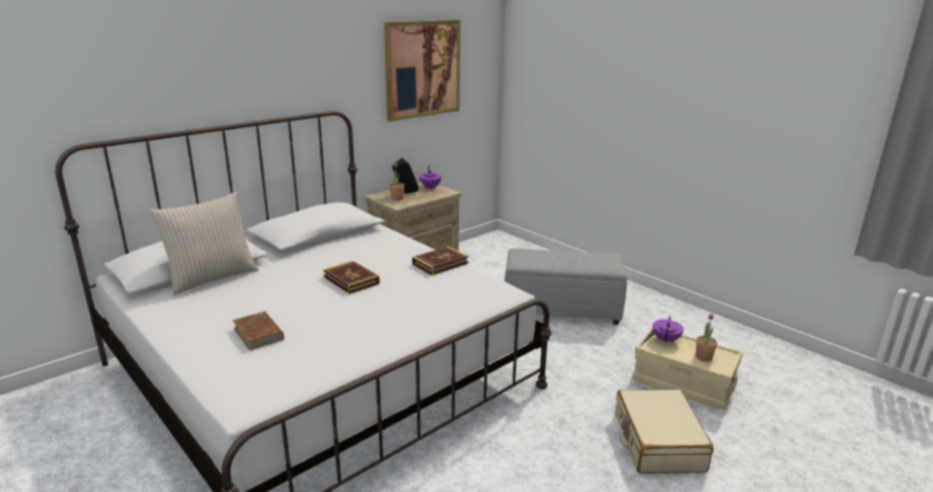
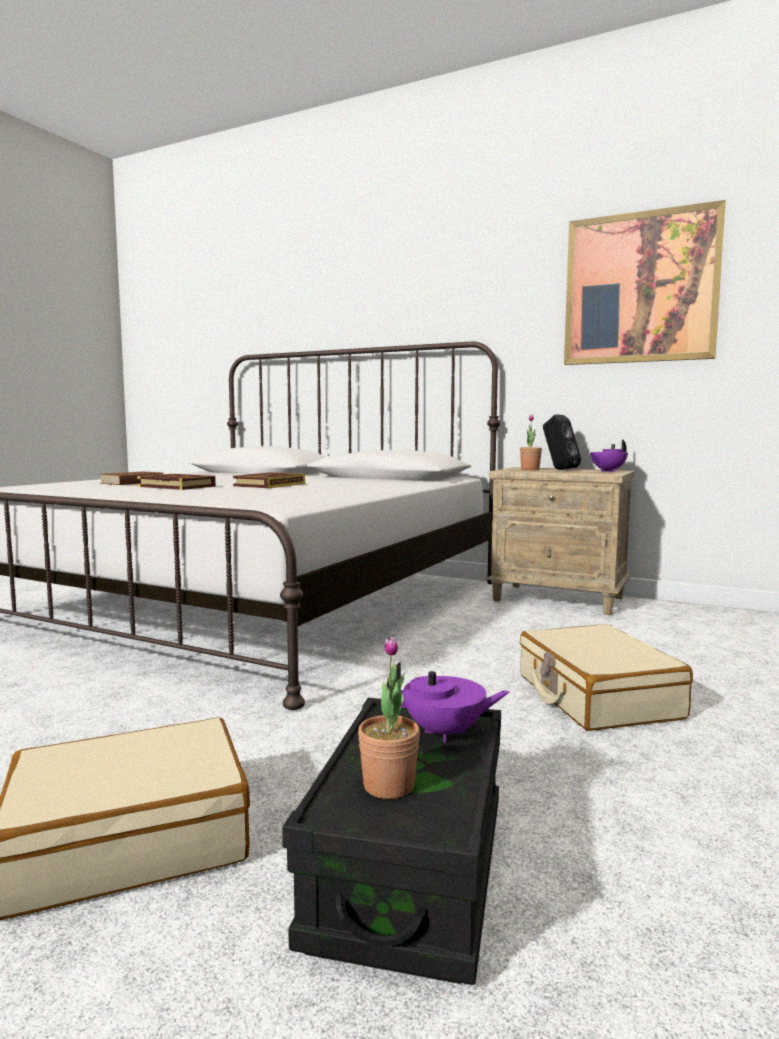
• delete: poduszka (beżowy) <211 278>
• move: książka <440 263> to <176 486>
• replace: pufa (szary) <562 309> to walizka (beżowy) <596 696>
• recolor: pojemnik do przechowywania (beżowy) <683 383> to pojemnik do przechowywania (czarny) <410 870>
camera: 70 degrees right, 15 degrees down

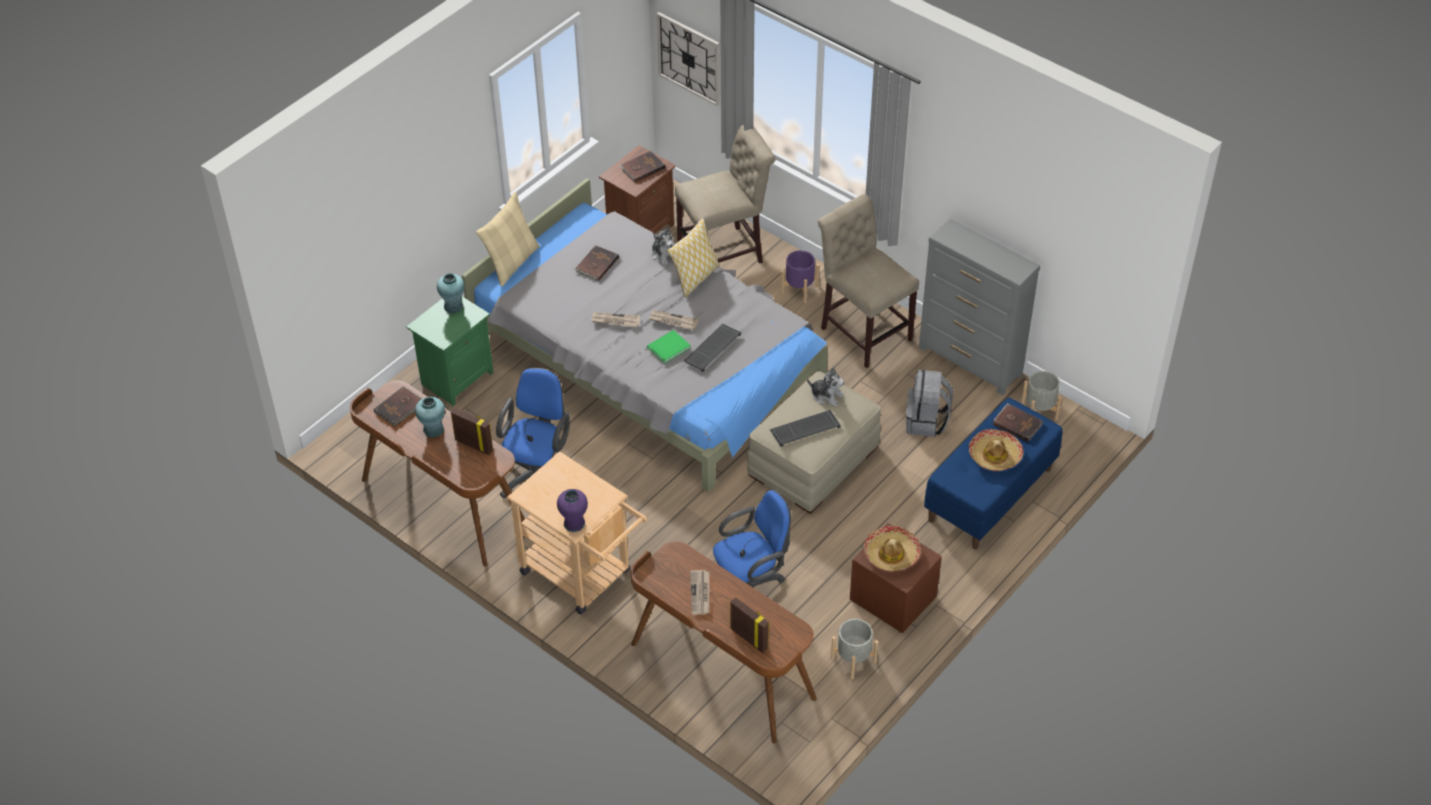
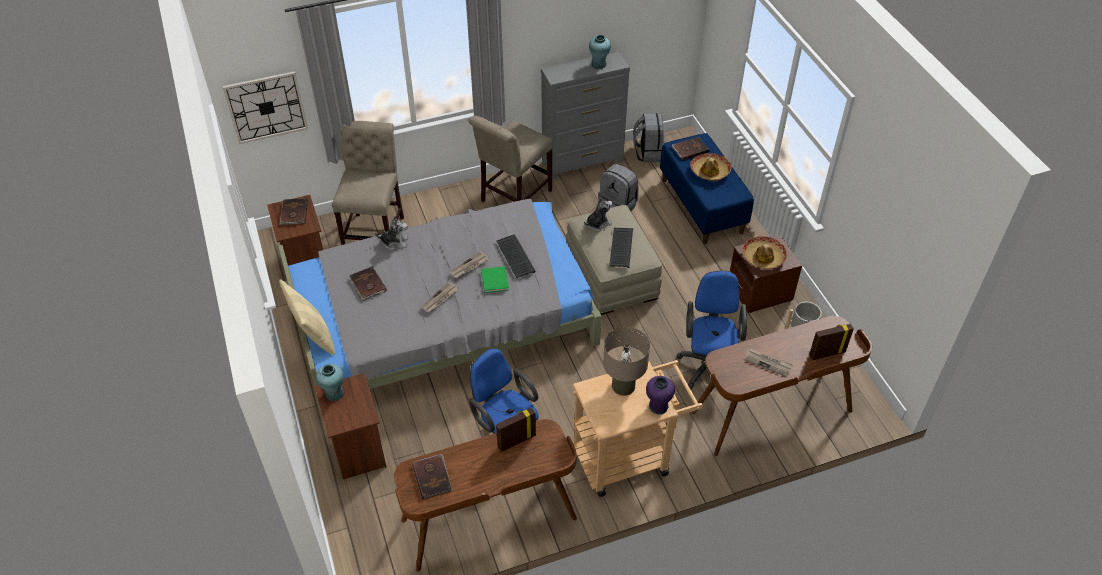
• rotate: krzesło (beżowy) <863 330> = <513 198> 45 degrees counterclockwise
• delete: poduszka <695 278>
• delete: donica (fioletowy) <799 289>
• recolor: szafka nocna (zielony) <456 378> to szafka nocna (brązowy) <357 451>
• replace: donica (szary) <1039 411> to plecak (szary) <648 153>
• move: wazon (turkusowy) <433 430> to <599 64>
• insert: lampa stołowa (beżowy) <623 386>
camera: 60 degrees left, 0 degrees up

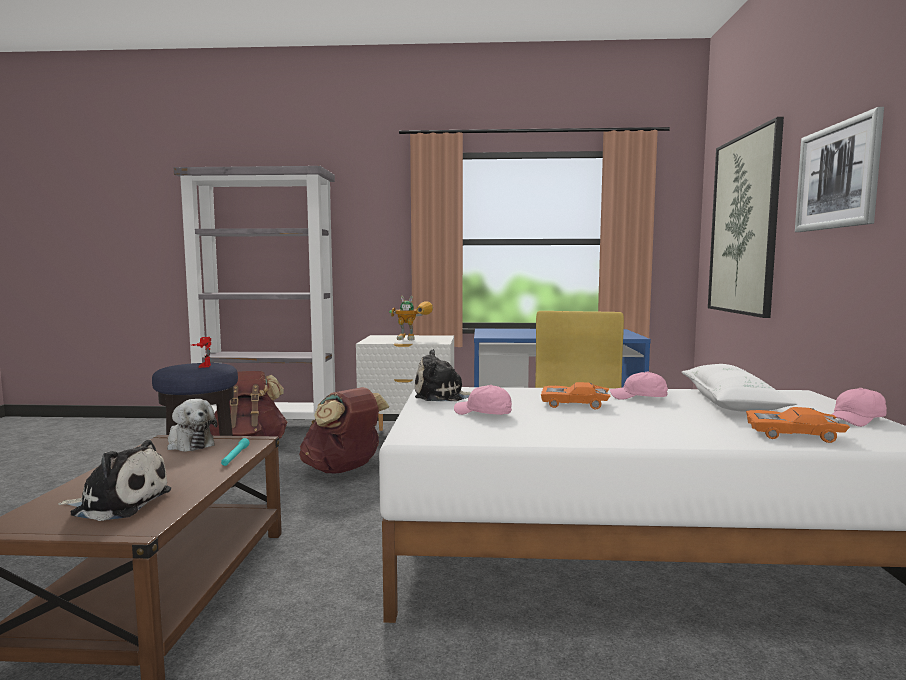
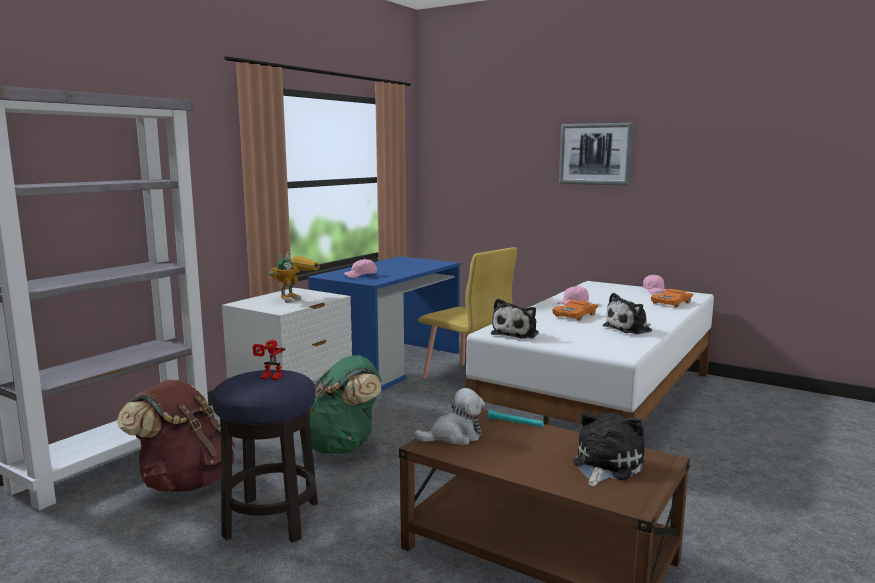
• delete: obraz <743 225>
• delete: poduszka (biały) <731 402>
• move: czapka z daszkiem (różowy) <483 414> to <361 276>
• recolor: plecak (brązowy) <343 469> to plecak (zielony) <341 446>
• insert: pluszak <630 329>
camera: 60 degrees left, 5 degrees up

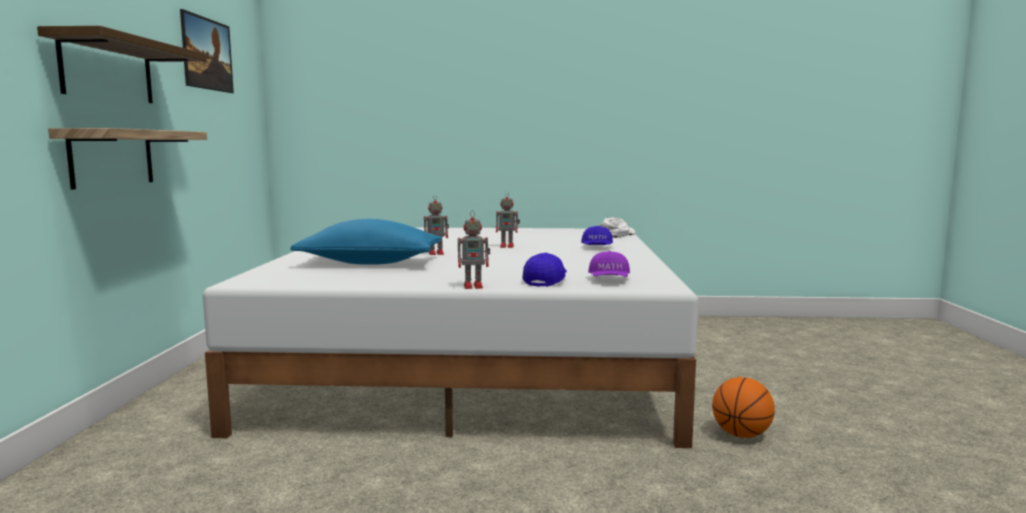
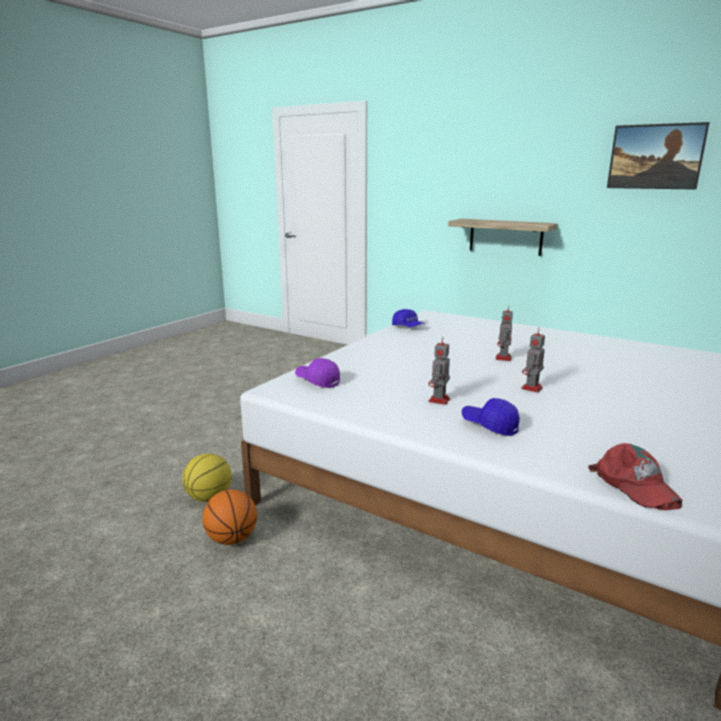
• delete: półka <107 70>
• move: robot zabawkowy <474 286> to <438 400>
• recolor: czapka z daszkiem (biały) <616 234> to czapka z daszkiem (czerwony) <635 485>
• delete: poduszka (niebieski) <370 263>
• move: czapka z daszkiem (niebieski) <545 281> to <408 327>
• insert: piłka do koszykówki <209 497>
camera: 120 degrees right, 10 degrees up

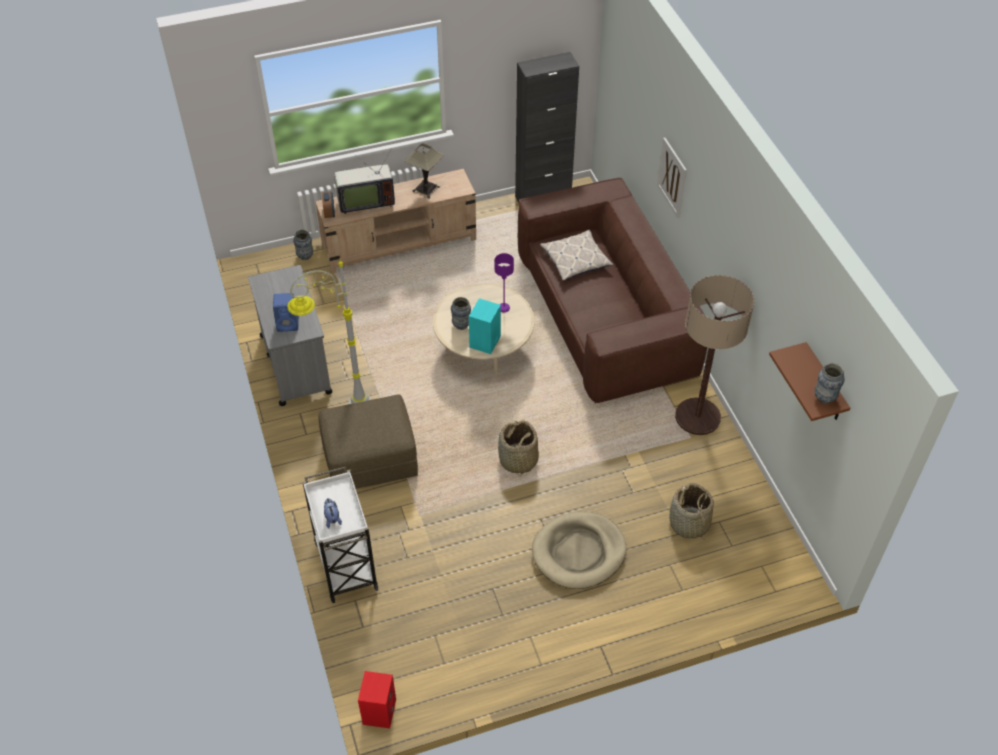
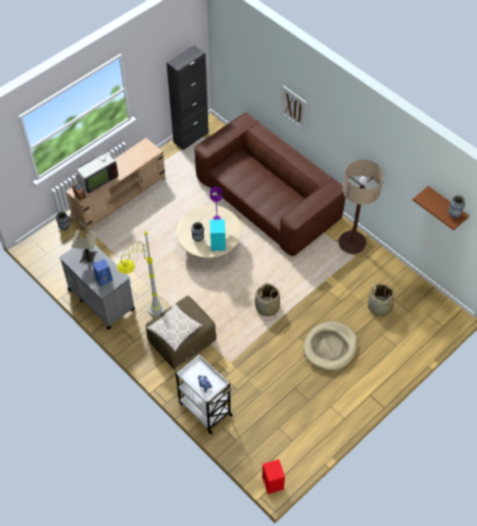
• move: lampa stołowa <426 189> to <88 257>
• move: poduszka <576 259> to <175 329>
camera: 25 degrees left, 5 degrees up

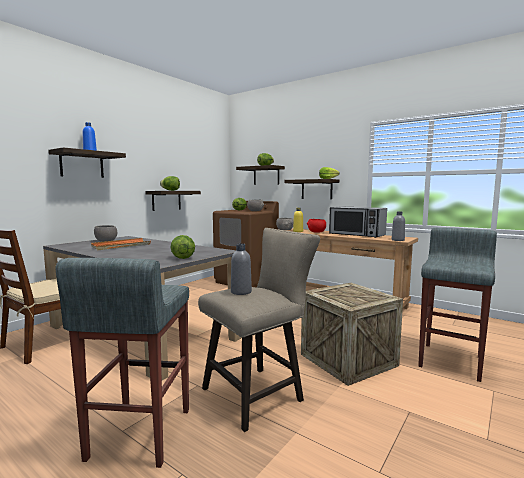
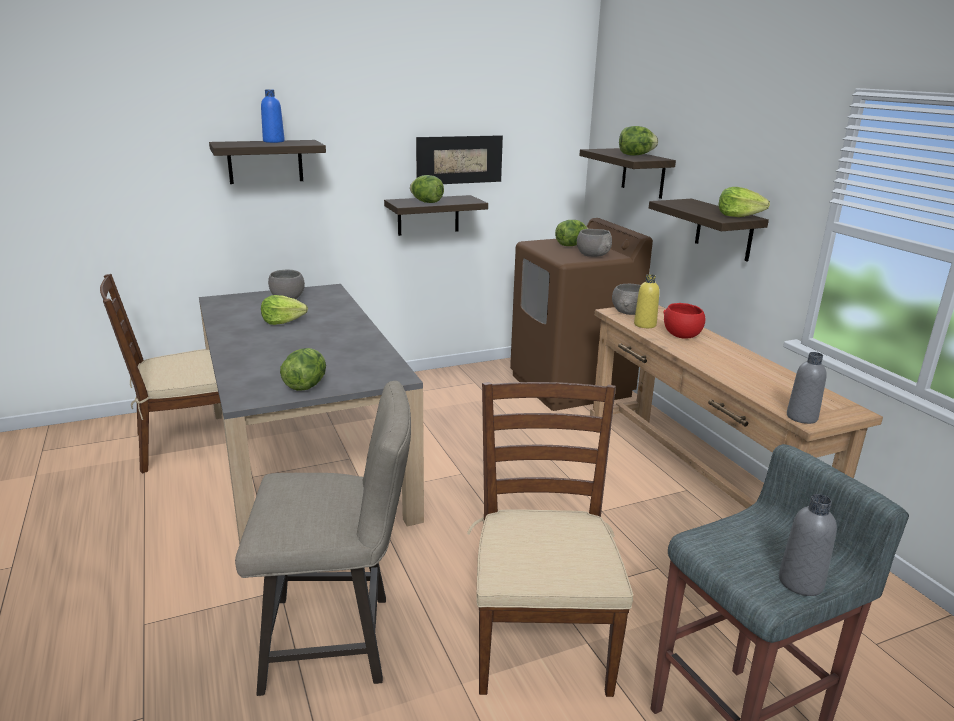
• delete: mikrofalówka <356 234>
• replace: taca (pomarańczowy) <120 246> to sałata <282 321>
• move: butelka (szary) <241 292> to <800 582>
• delete: stołek (szary) <138 434>
• replace: skrzynka <348 360> to krzesło (brązowy) <540 638>
• insert: obraz <459 160>
camera: 30 degrees right, 15 degrees up

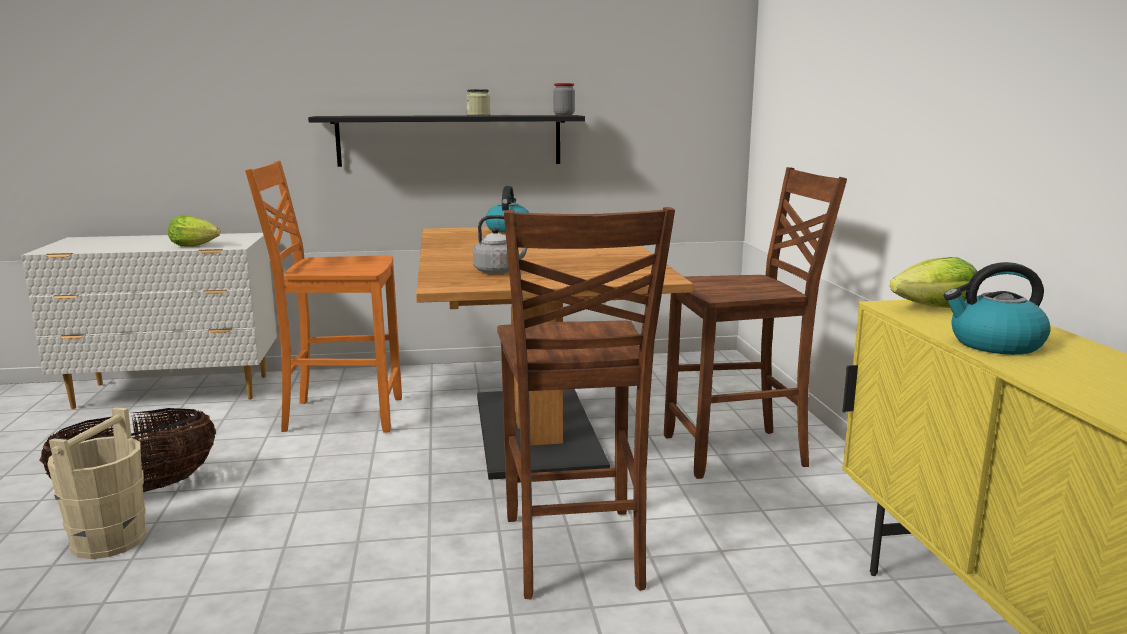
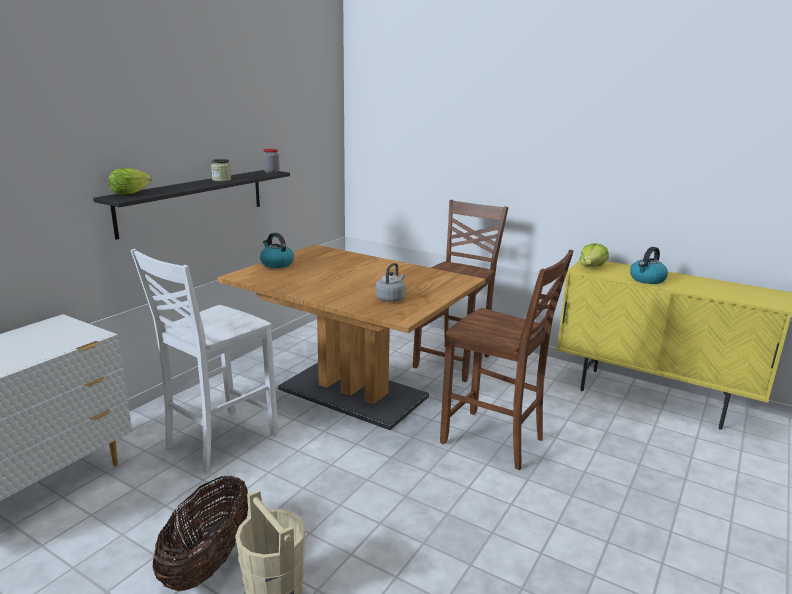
• recolor: krzesło (pomarańczowy) <341 415> to krzesło (biały) <218 440>
• move: sałata <197 246> to <132 193>
camera: 50 degrees left, 5 degrees up

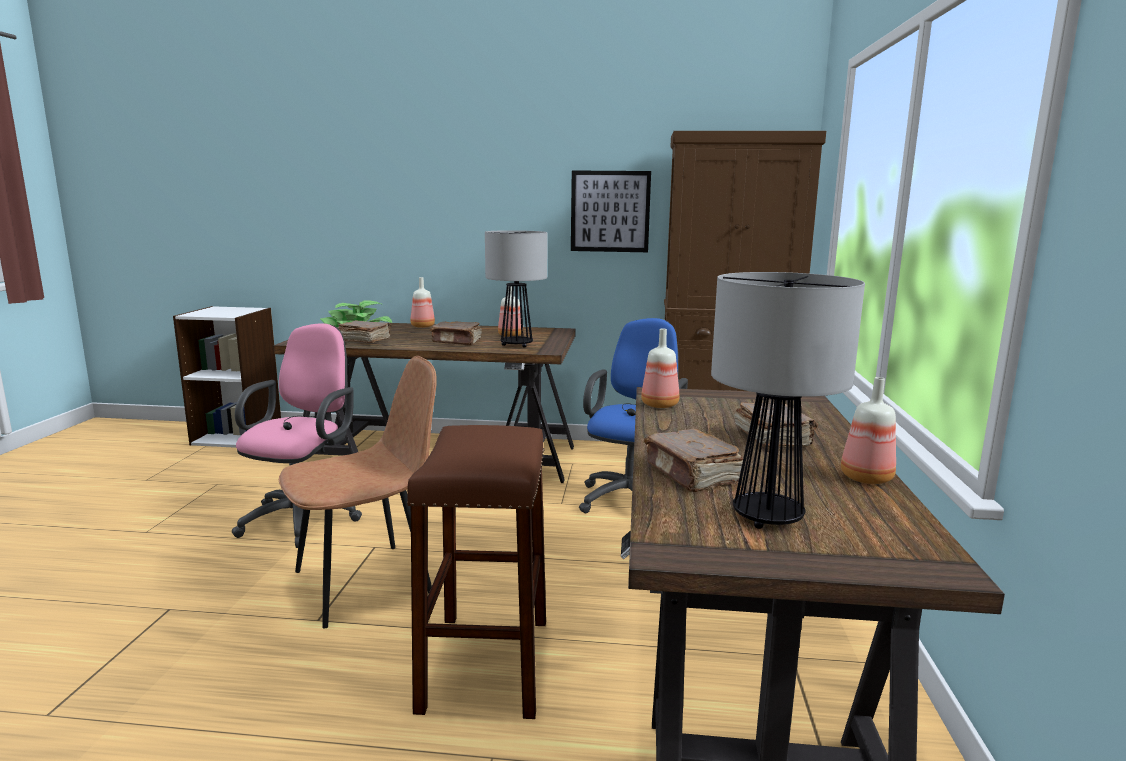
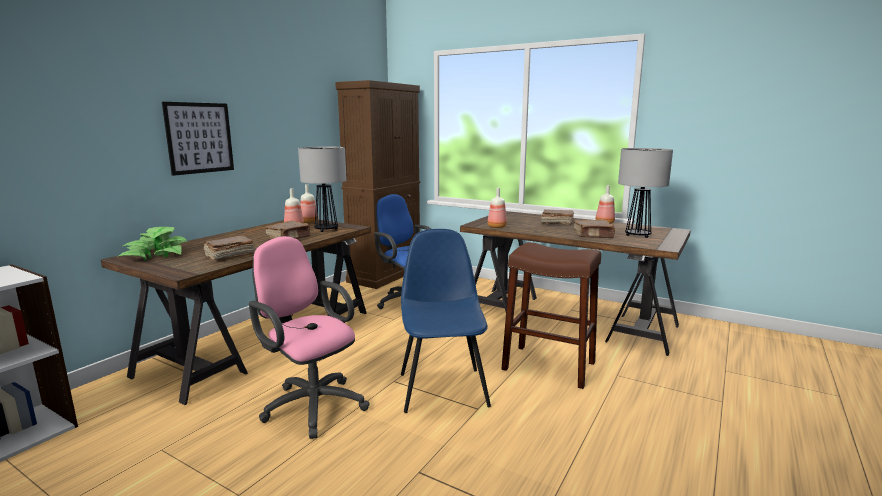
• move: obraz <610 211> to <199 138>
• move: butelka <422 326> to <309 222>
• recolor: krzesło (brązowy) <367 583> to krzesło (niebieski) <443 388>
camera: 65 degrees left, 0 degrees up

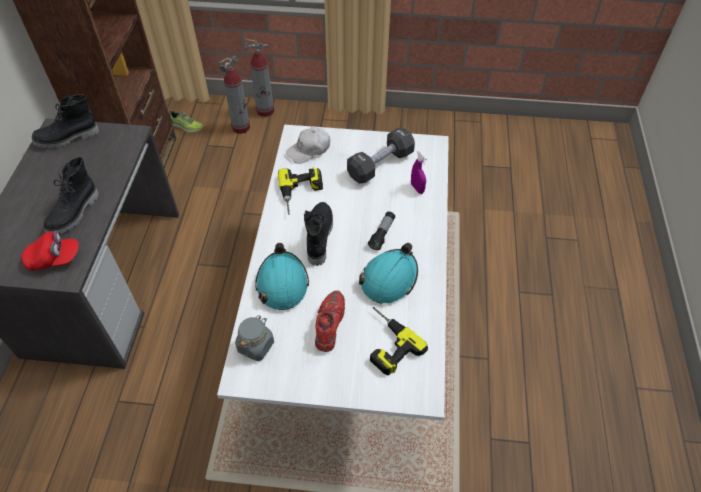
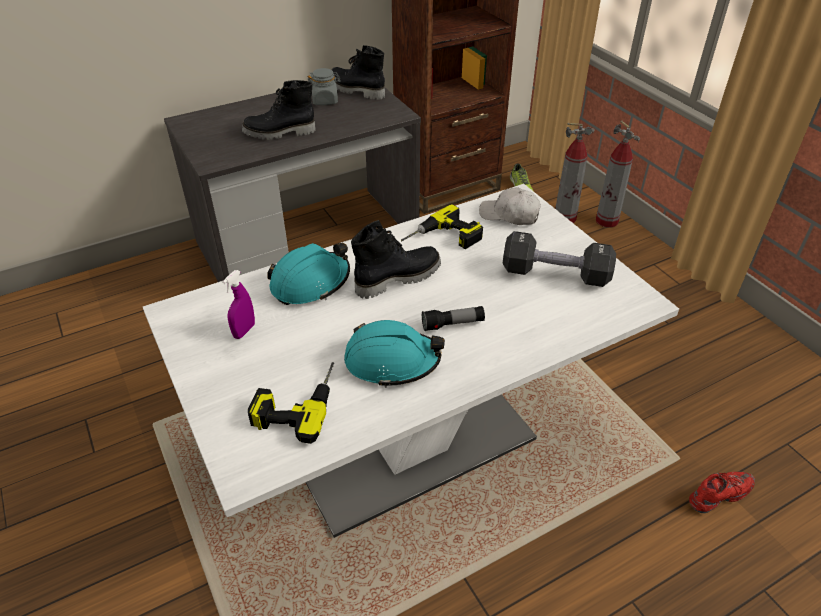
• move: spryskiwacz (fioletowy) <417 188> to <244 331>
• delete: czapka z daszkiem (czerwony) <54 259>
• move: but (czerwony) <329 325> to <718 495>
• move: słoik (szary) <256 346> to <325 101>
camera: 55 degrees right, 10 degrees down

